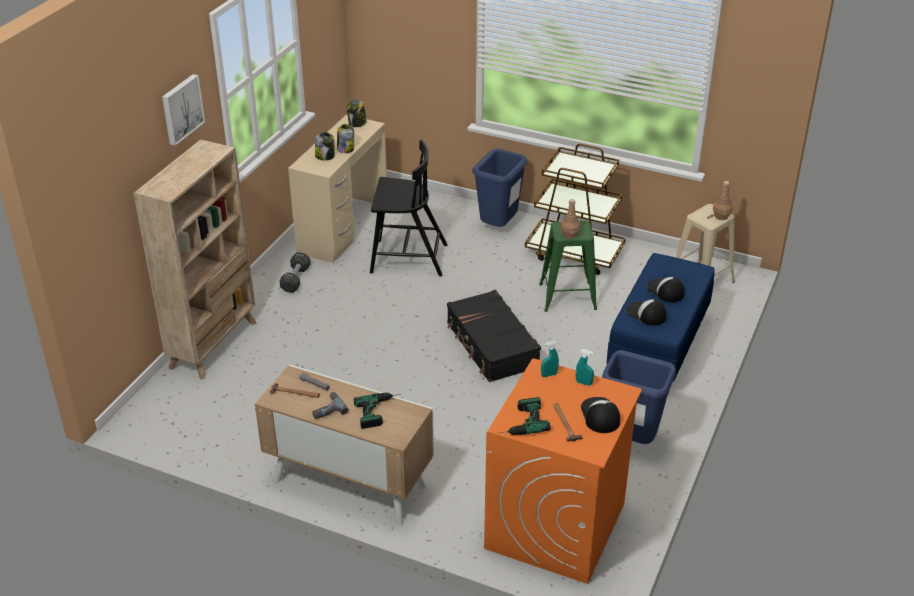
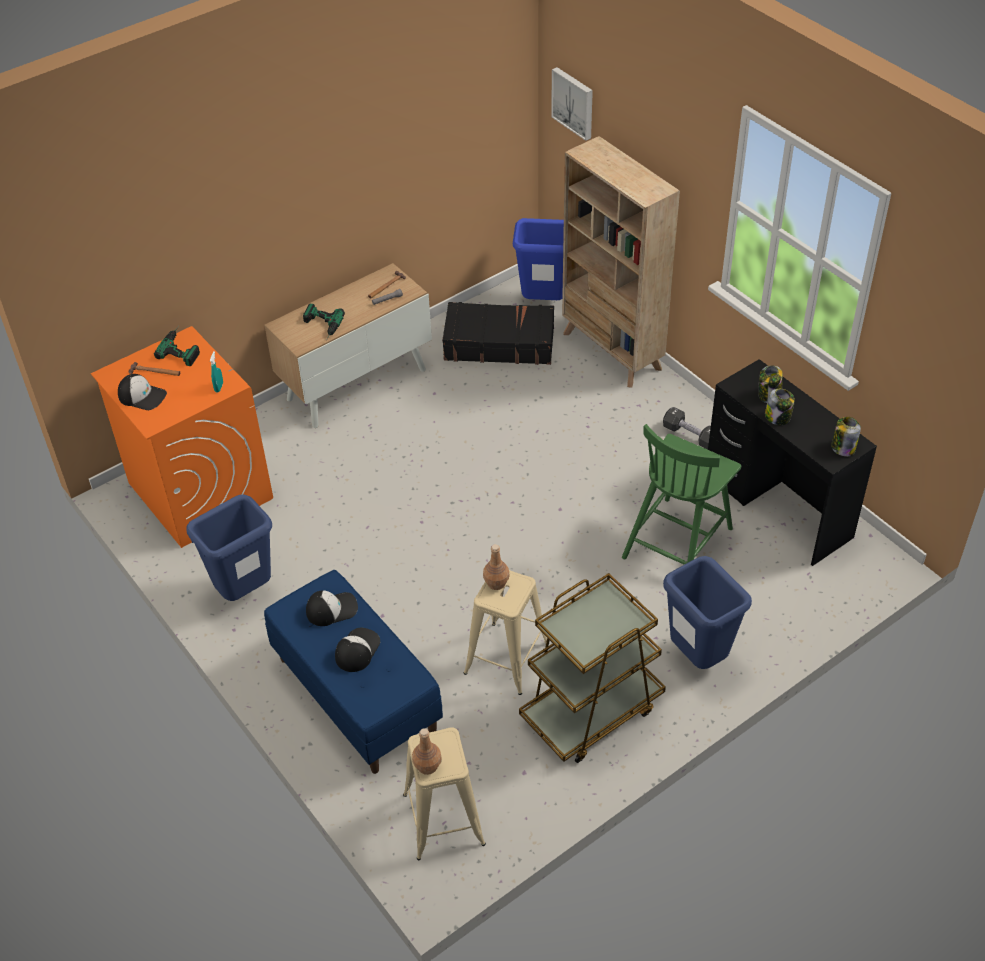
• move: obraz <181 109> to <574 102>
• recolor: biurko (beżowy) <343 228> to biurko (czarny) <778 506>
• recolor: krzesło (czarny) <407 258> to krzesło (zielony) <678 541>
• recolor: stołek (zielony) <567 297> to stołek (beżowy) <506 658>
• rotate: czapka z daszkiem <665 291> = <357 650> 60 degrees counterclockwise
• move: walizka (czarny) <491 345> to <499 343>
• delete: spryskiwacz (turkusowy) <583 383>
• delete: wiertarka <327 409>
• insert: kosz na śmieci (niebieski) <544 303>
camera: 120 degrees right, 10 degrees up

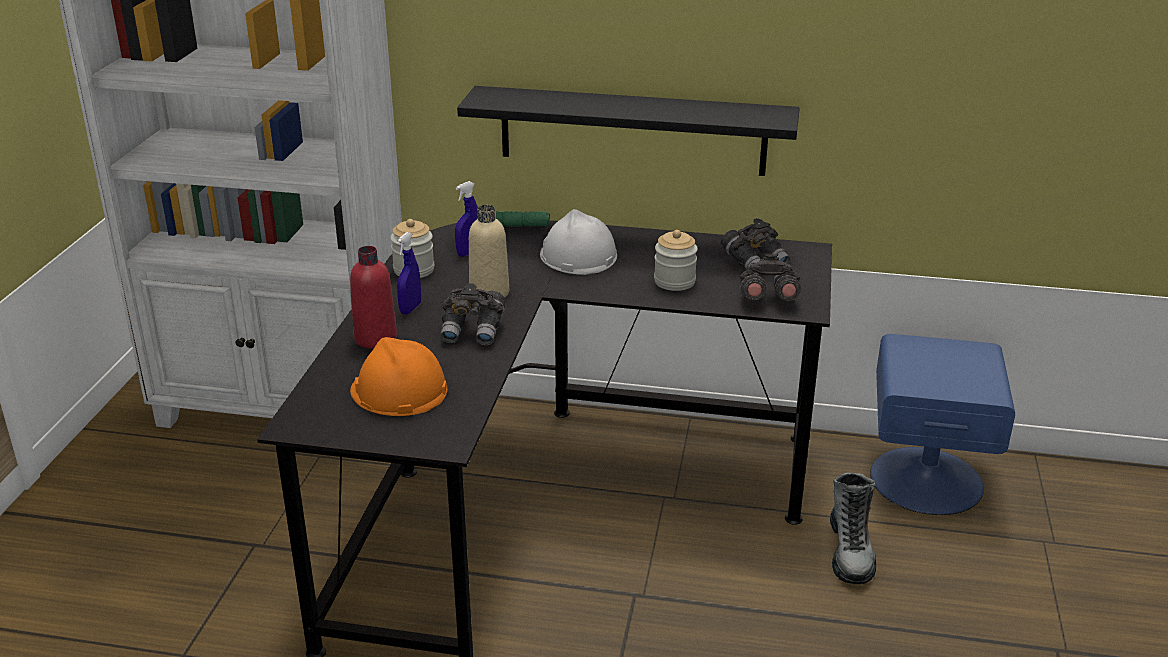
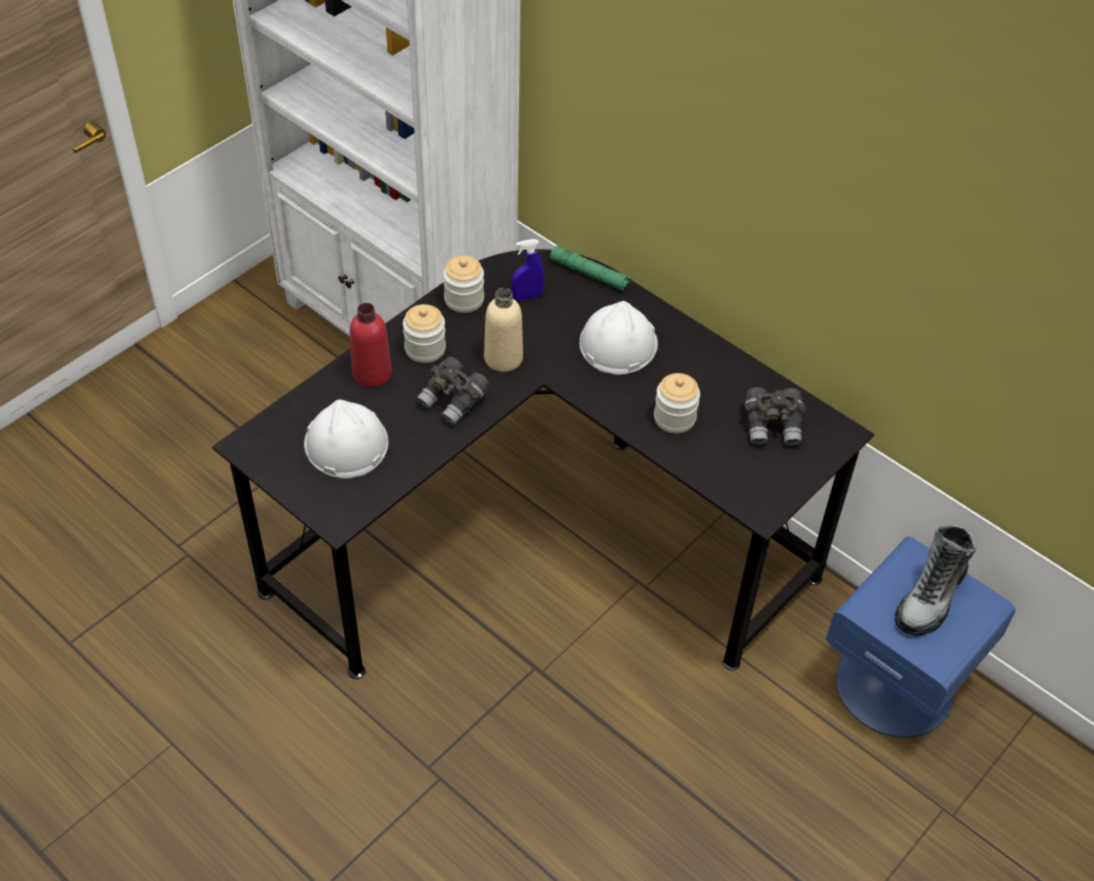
• delete: półka (czarny) <632 131>
• replace: spryskiwacz (niebieski) <410 308> to słoik <425 349>
• delete: lornetka (szary) <766 298>
• recolor: kask (pomarańczowy) <399 390> to kask (biały) <346 443>
• move: but z cholewką <850 552> to <930 597>
camera: 30 degrees right, 20 degrees up

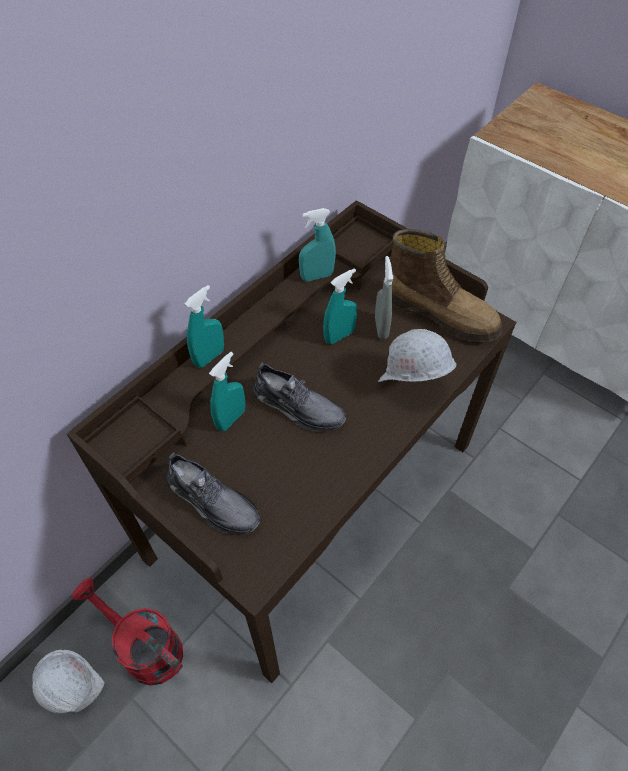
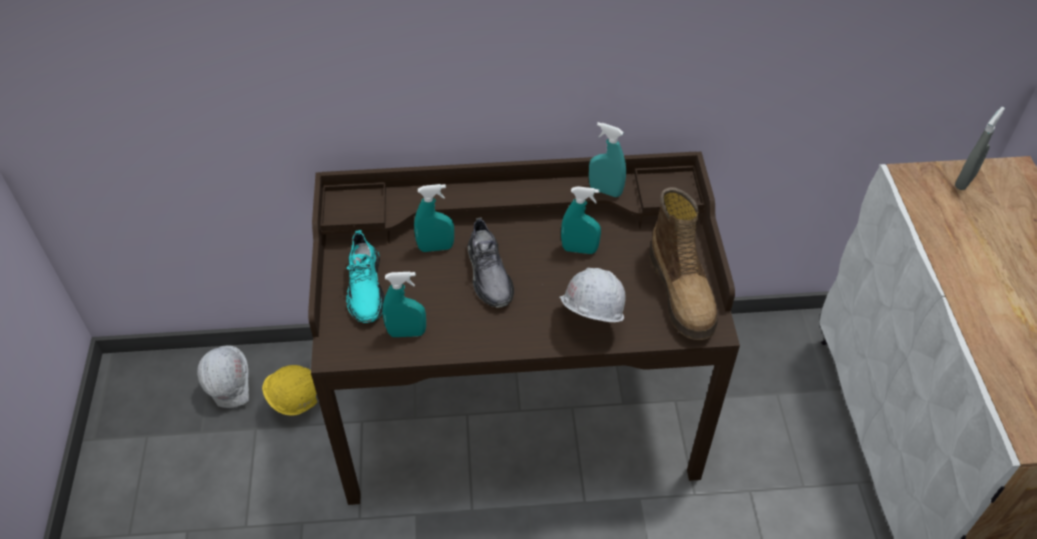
• move: spryskiwacz (szary) <381 328> to <965 181>
• move: spryskiwacz (turkusowy) <209 357> to <407 333>
• recolor: but (szary) <212 500> to but (turkusowy) <365 288>
• replace: konewka (czerwony) <144 647> to kask (żółty) <295 404>
camera: 45 degrees right, 5 degrees down

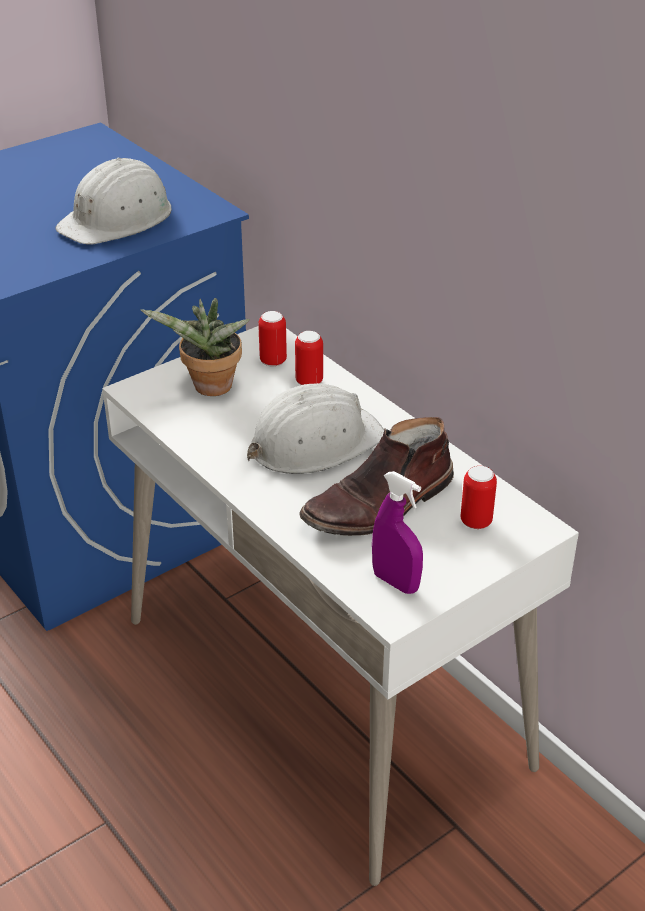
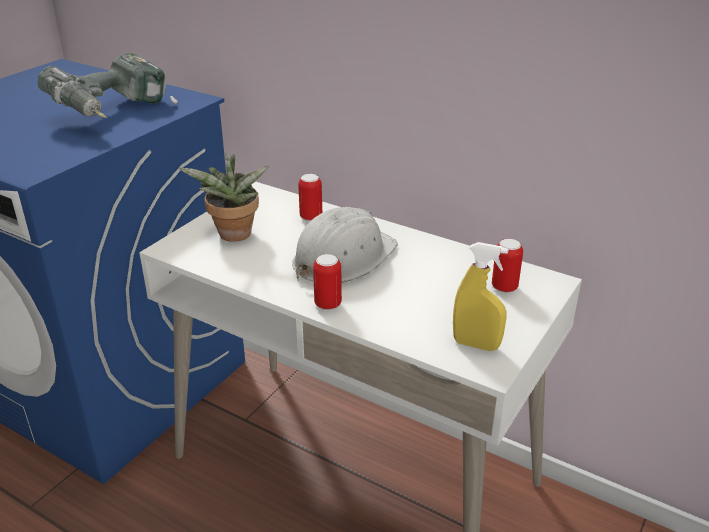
• replace: kask (biały) <118 218> to wiertarka <116 114>
• move: puszka <273 361> to <328 304>
• delete: but z cholewką (brązowy) <380 504>
• recolor: spryskiwacz (fioletowy) <395 582> to spryskiwacz (żółty) <476 345>
camera: 20 degrees left, 5 degrees down

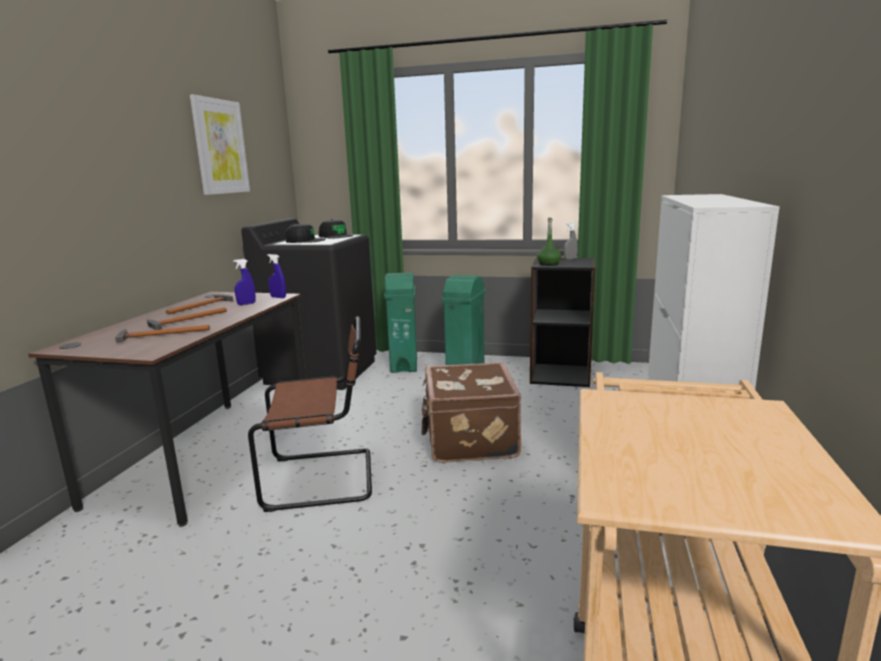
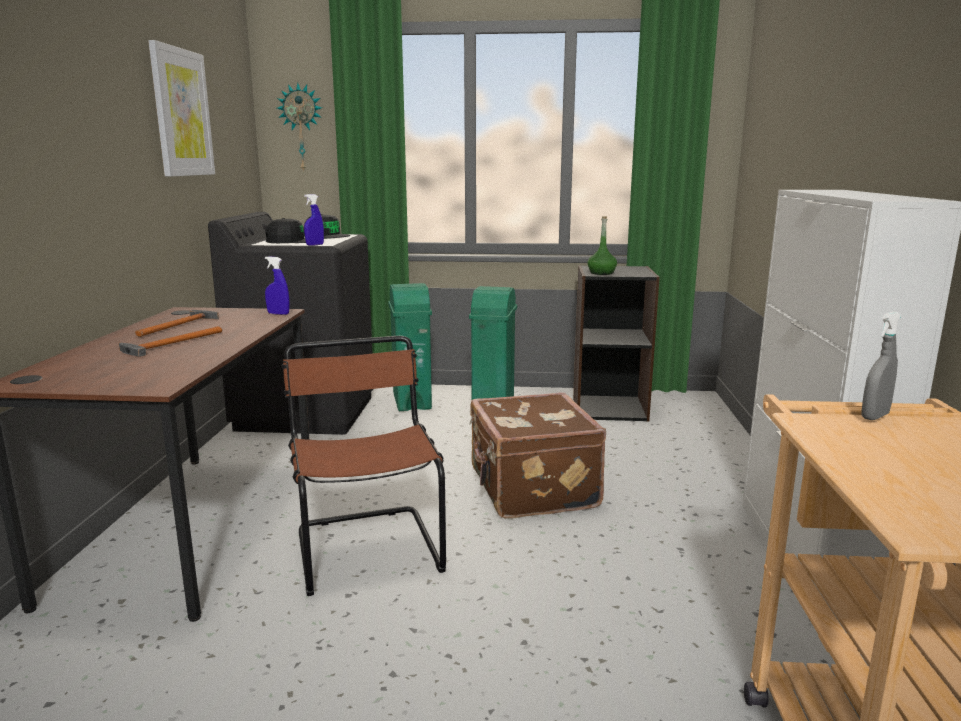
• move: spryskiwacz (szary) <570 259> to <875 416>
• move: spryskiwacz (niebieski) <246 304> to <315 245>
• rotate: krzesło (brązowy) <324 478> = <366 546> 90 degrees counterclockwise
• delete: młotek <160 335>
• insert: zegar ścienny <301 128>
camera: 10 degrees left, 0 degrees up

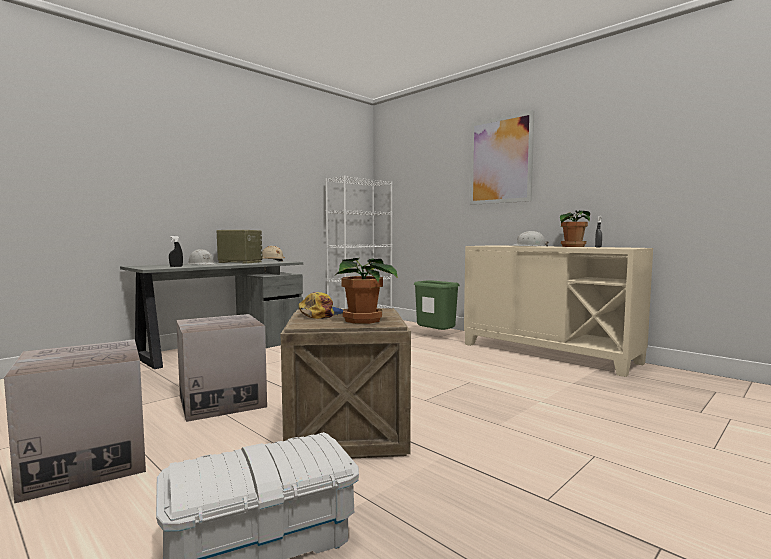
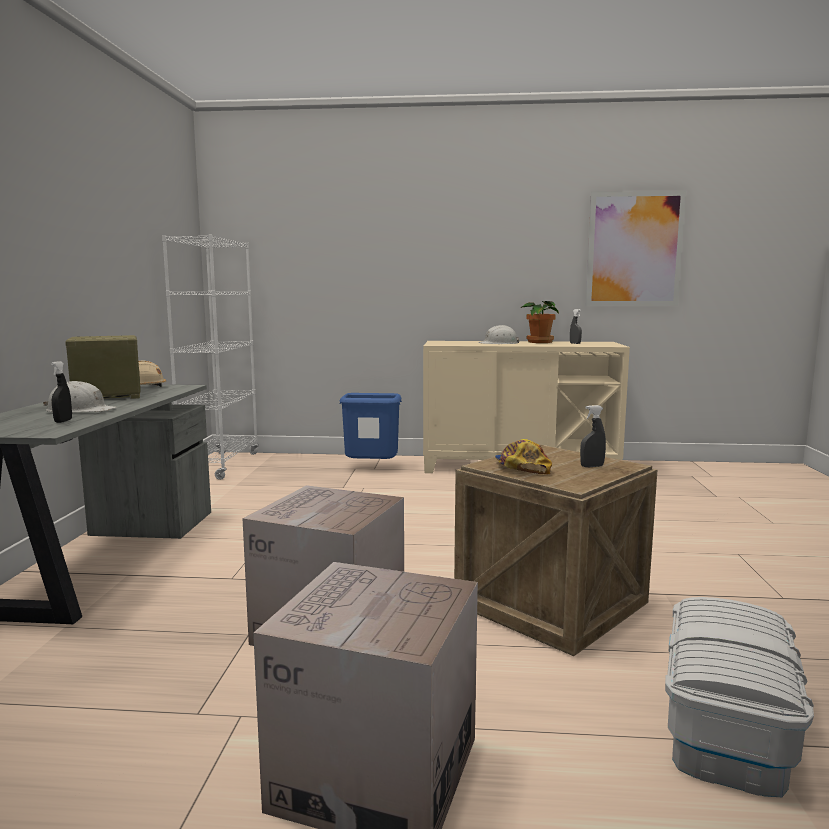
• move: obraz <500 160> to <634 249>
• replace: roślina doniczkowa <363 320> to spryskiwacz (szary) <592 466>
• recolor: kosz na śmieci (zielony) <436 337> to kosz na śmieci (niebieski) <372 469>
camera: 40 degrees left, 5 degrees up

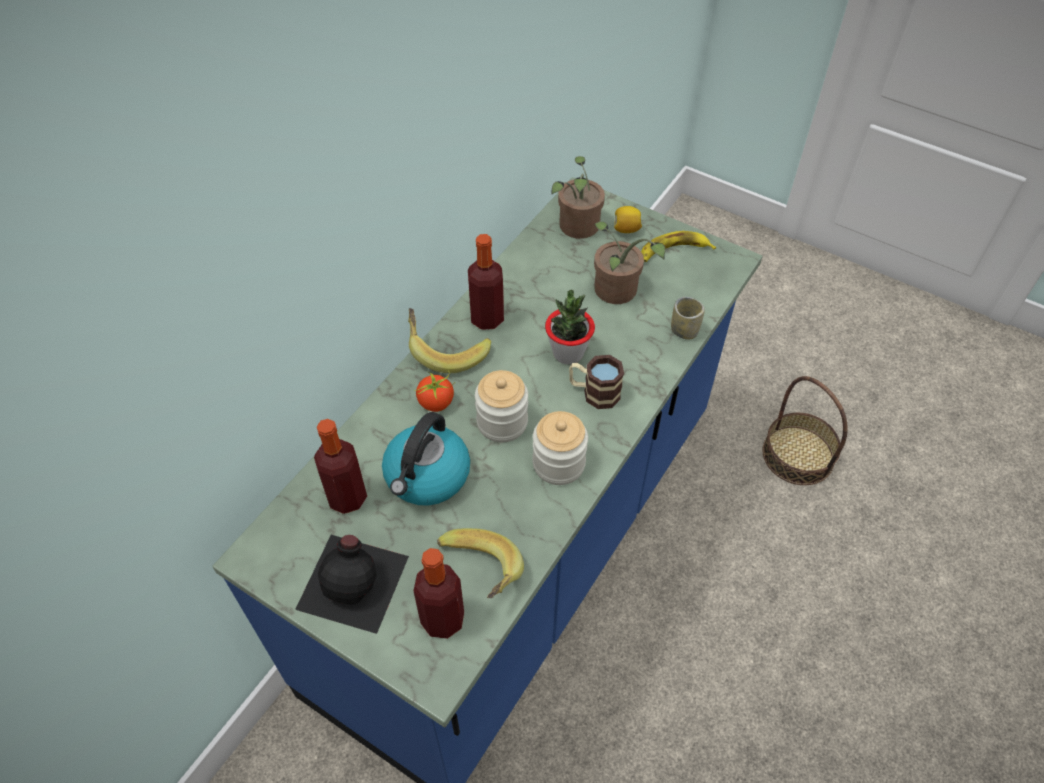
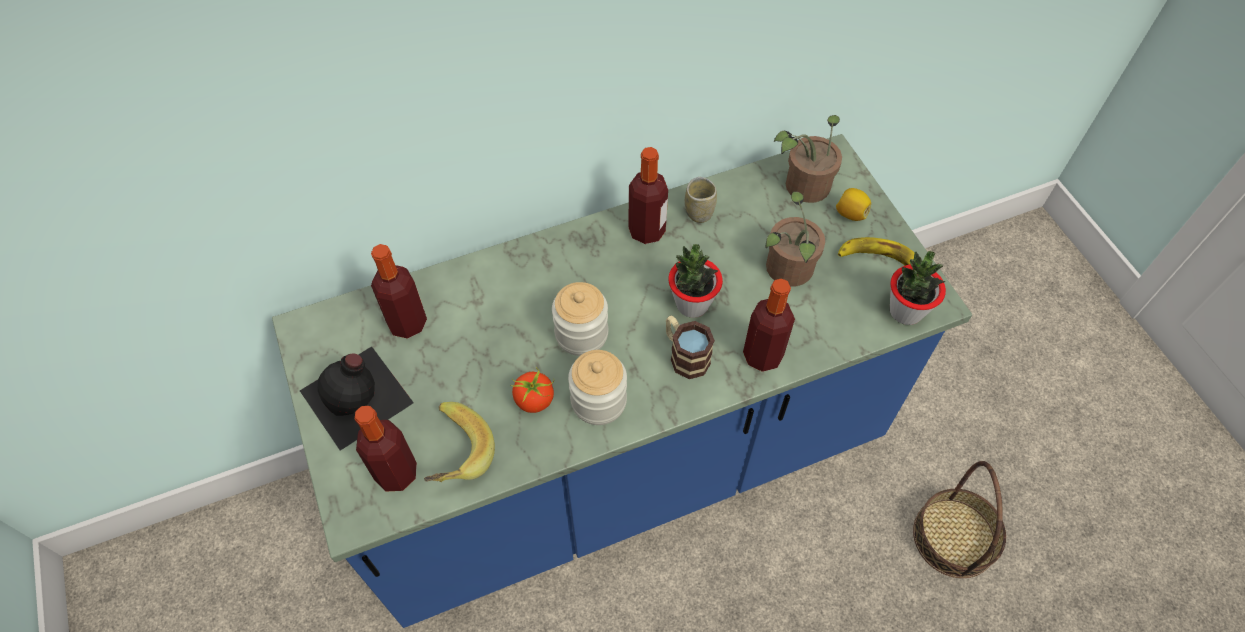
• move: filiżanka <684 330> to <699 212>
• delete: banan <446 350>
• move: pomidor <436 402> to <535 400>
• delete: czajnik <427 476>
• insert: roślina doniczkowa <905 311>
• insert: butelka <762 355>
camera: 35 degrees right, 5 degrees up

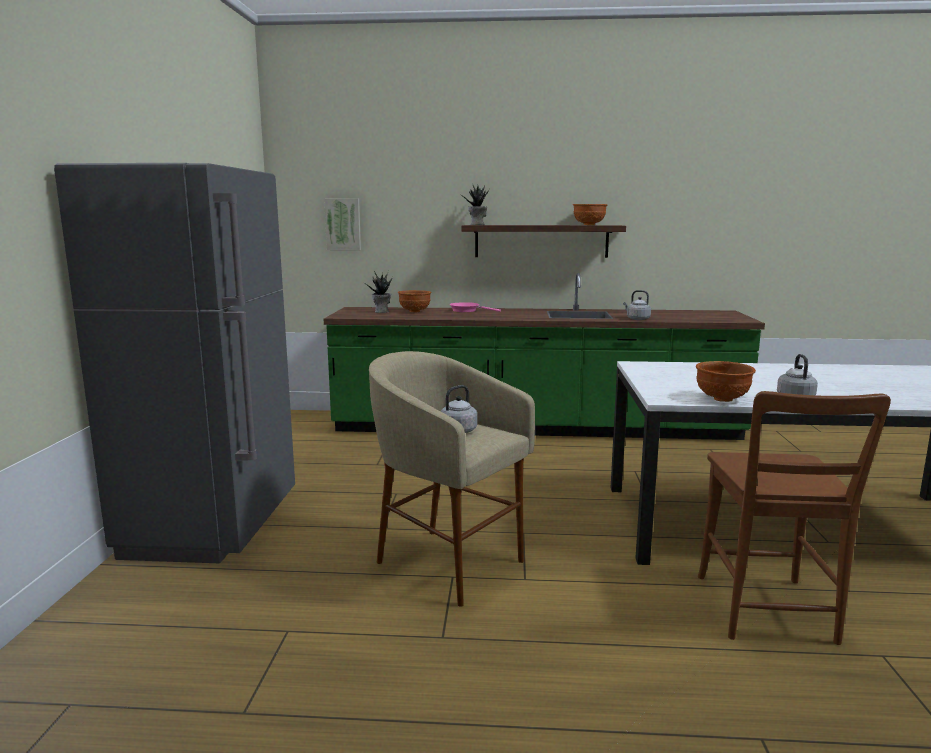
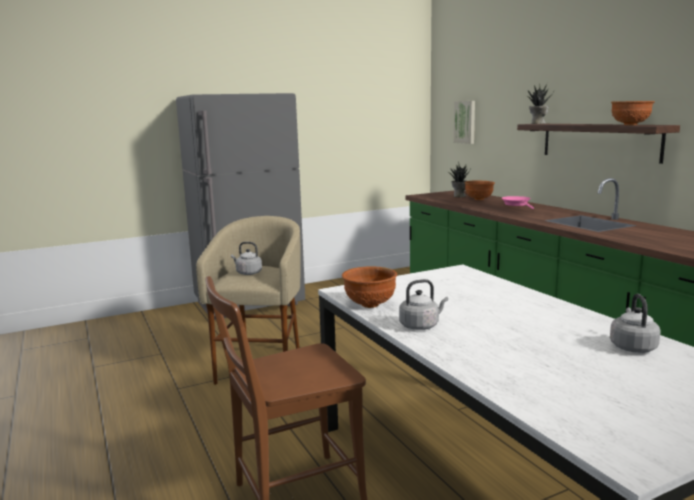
• move: czajnik (szary) <636 319> to <632 346>
camera: 60 degrees right, 0 degrees up

